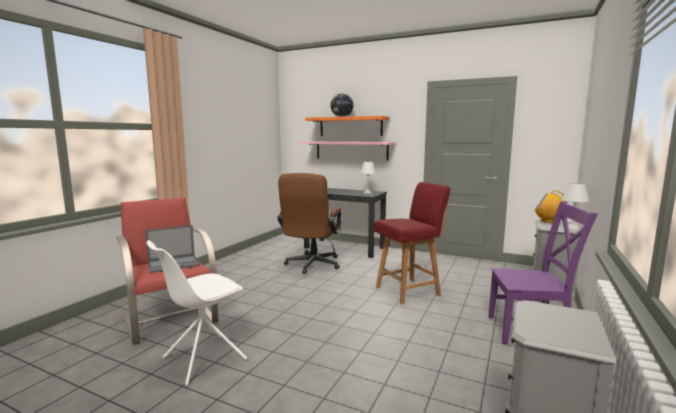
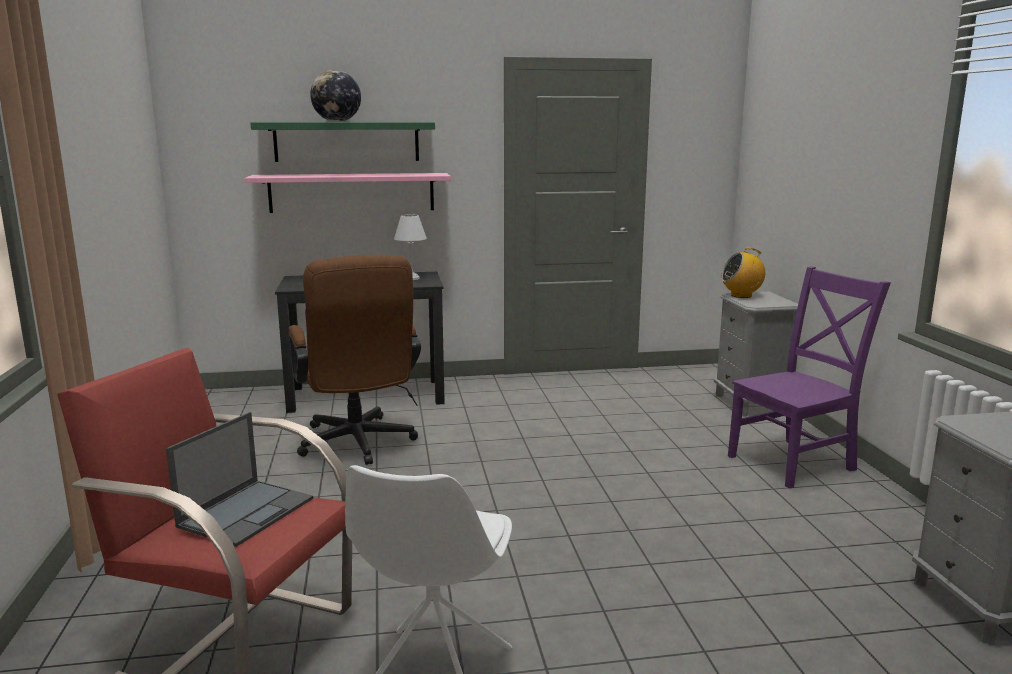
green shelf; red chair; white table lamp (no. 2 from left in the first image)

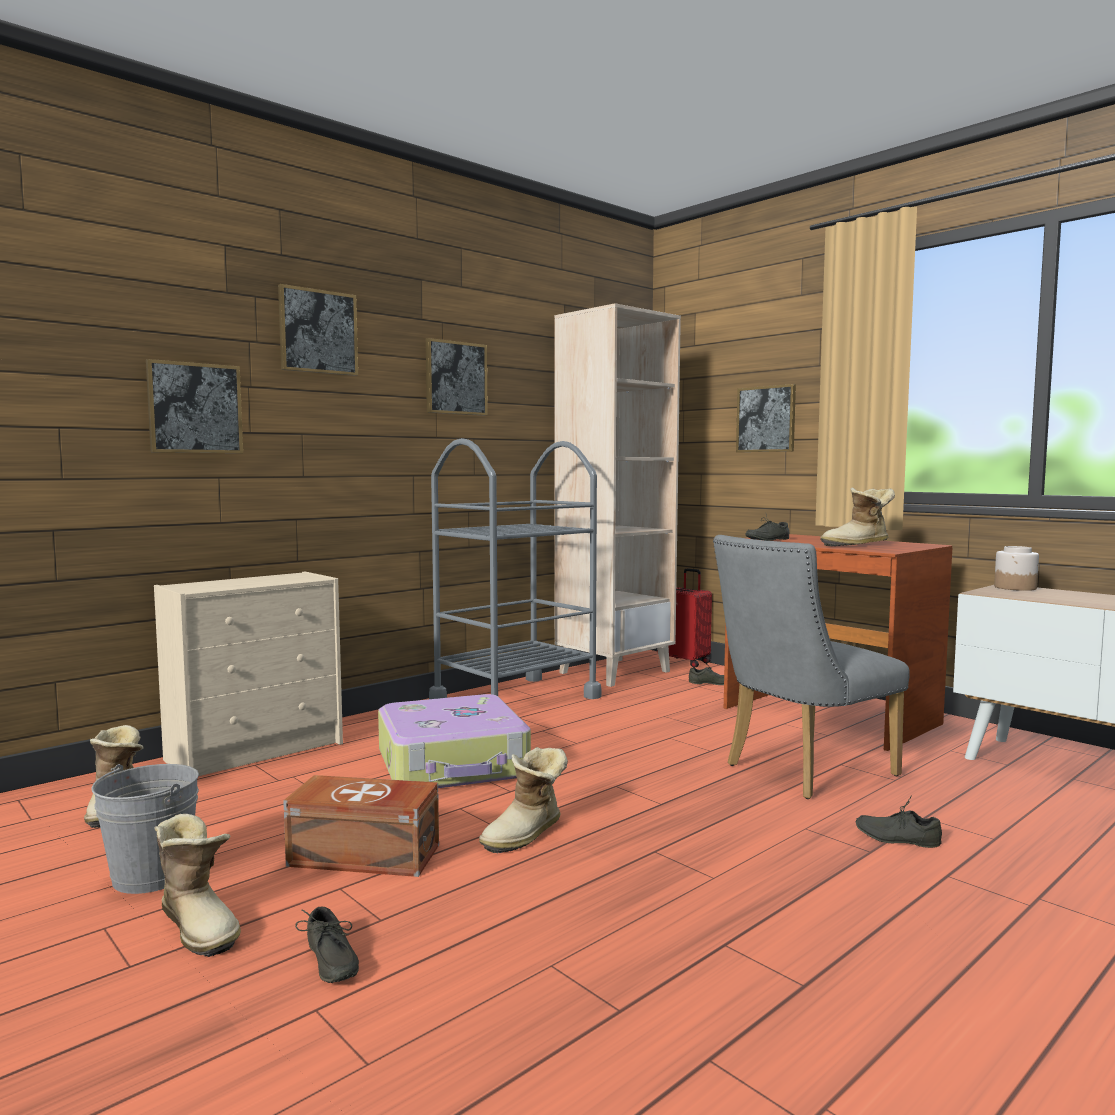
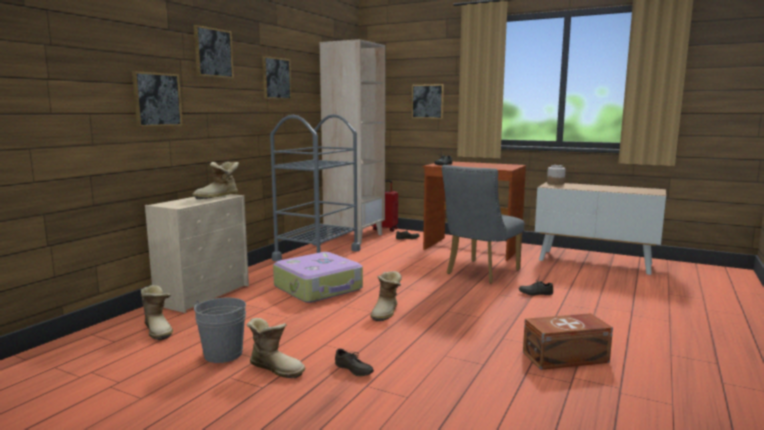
boot (no. 2 from left); brown storage box

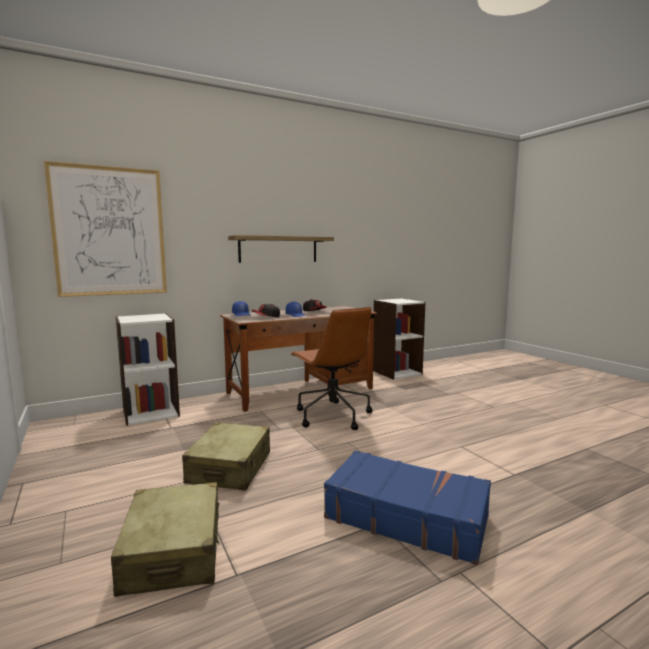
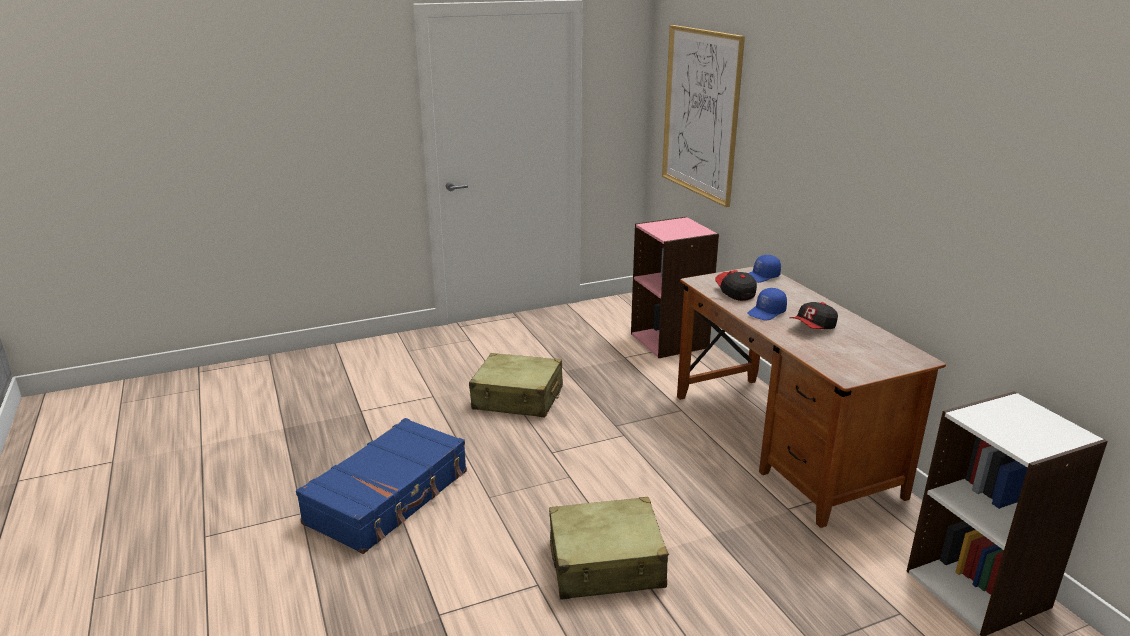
shelf; brown office chair; pink bookcase; beige suitcase (no. 2 from left)

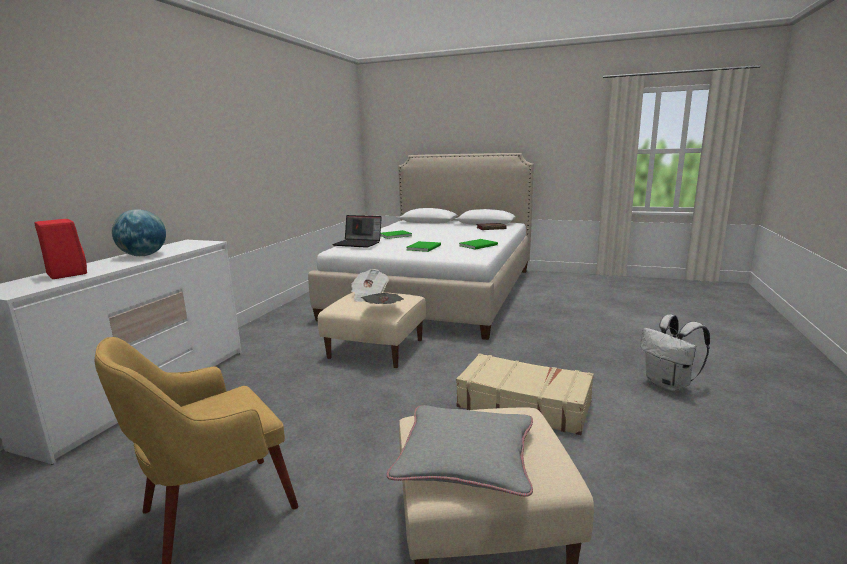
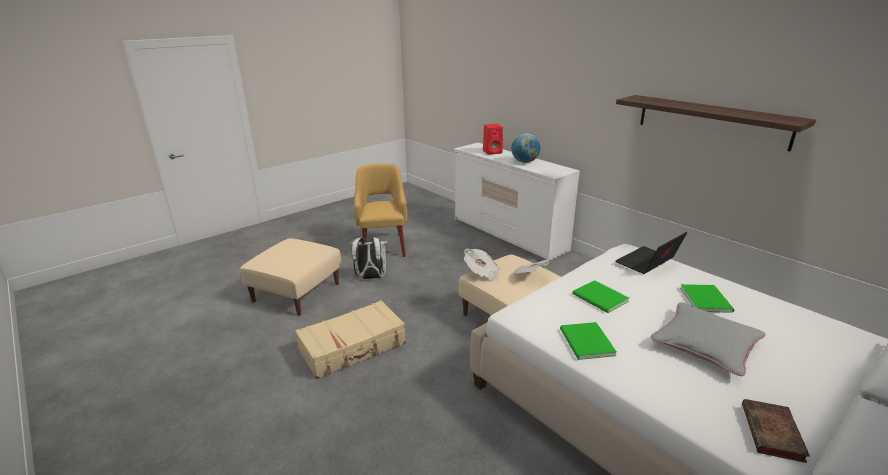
white backpack; grey pillow; shelf

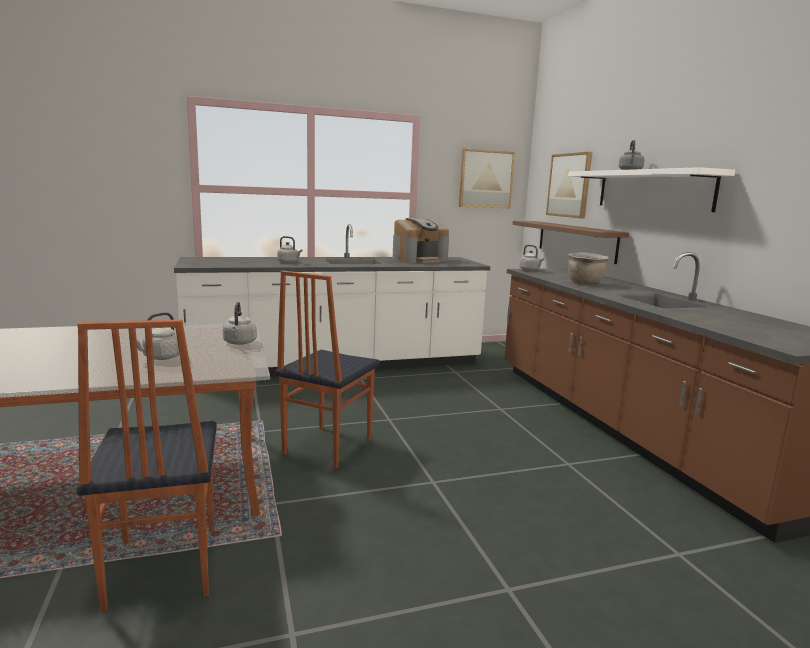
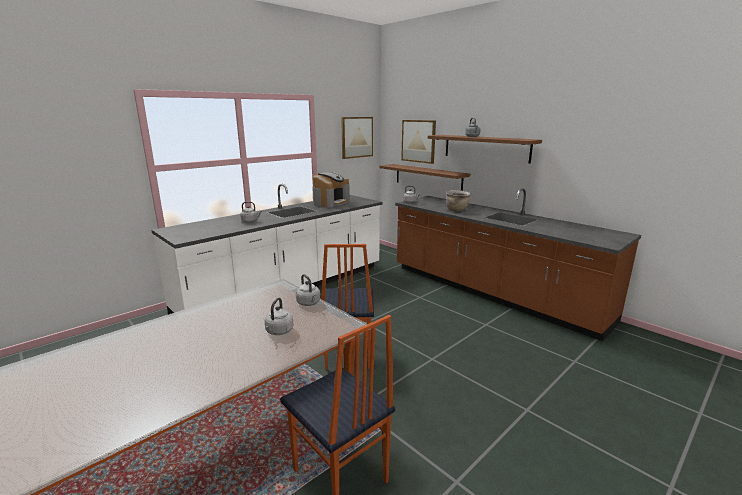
brown shelf (no. 2 from left)

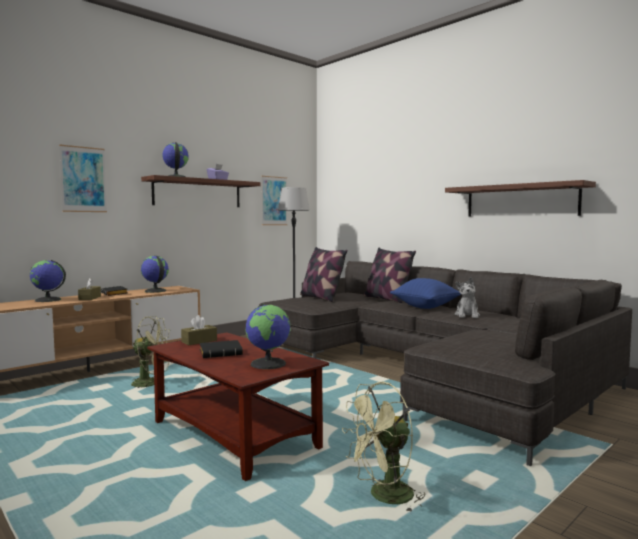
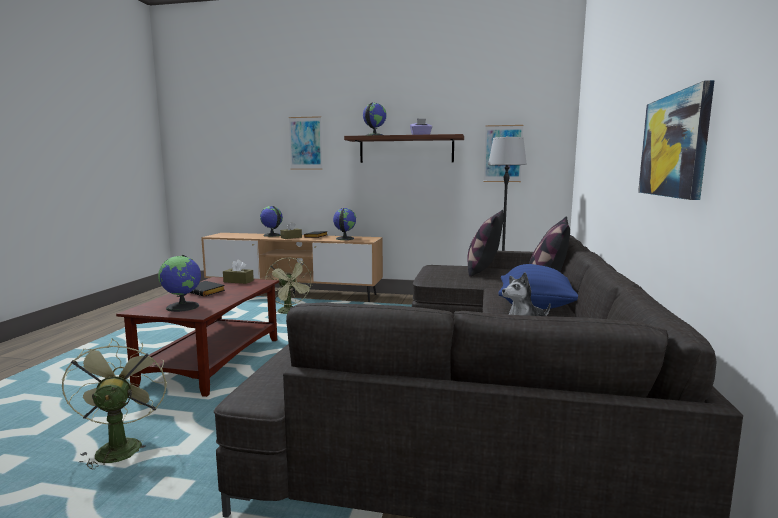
picture (no. 3 from left); green fan (no. 1 from left)

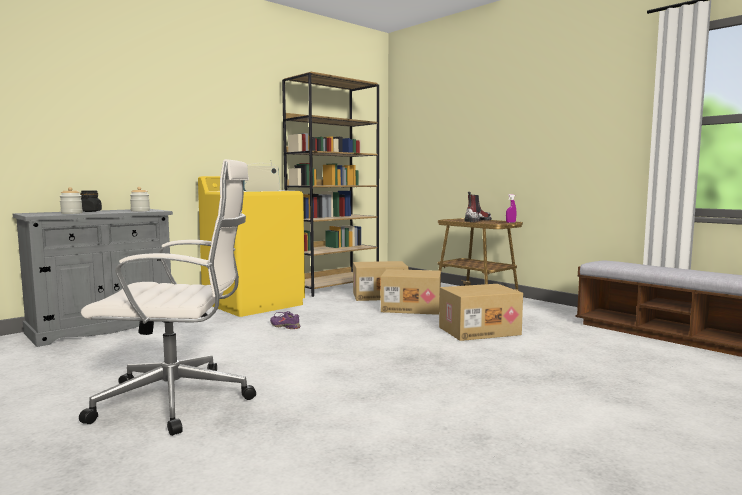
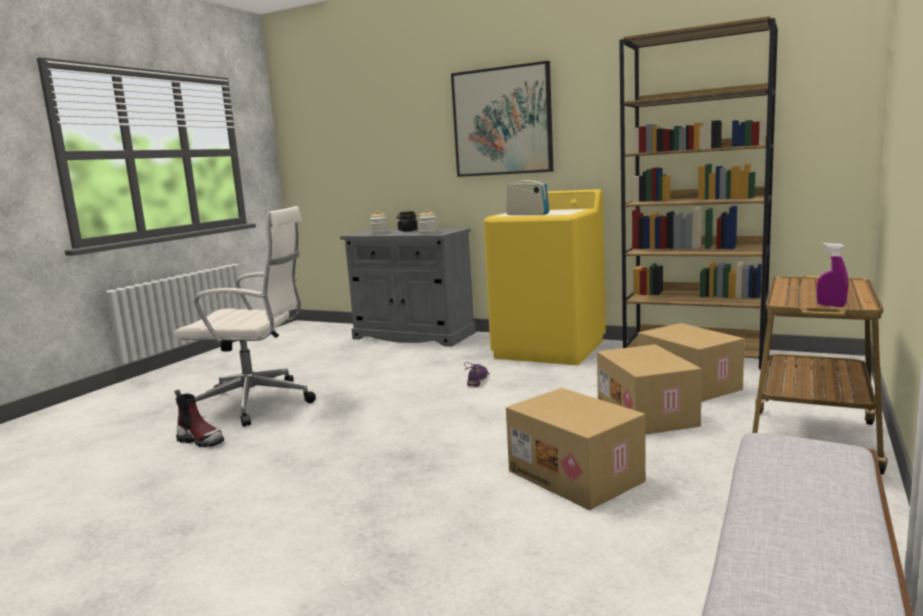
white office chair; boot; picture

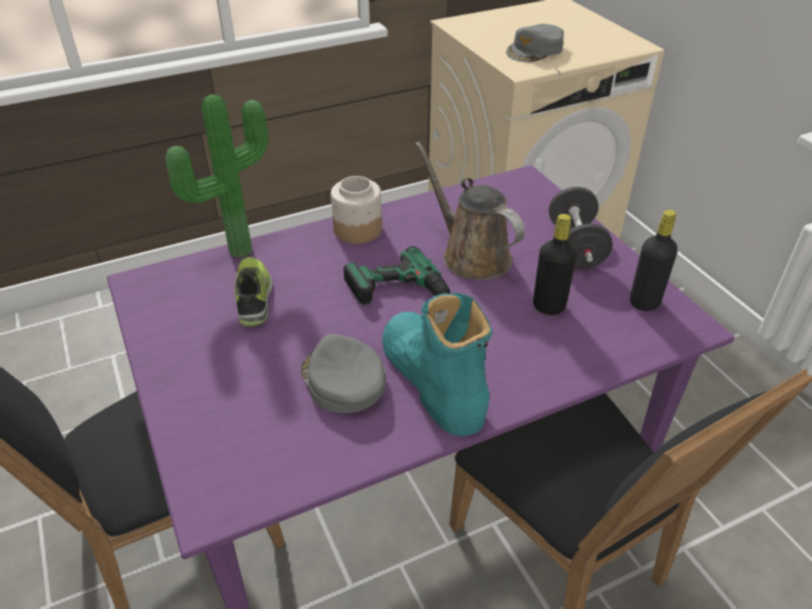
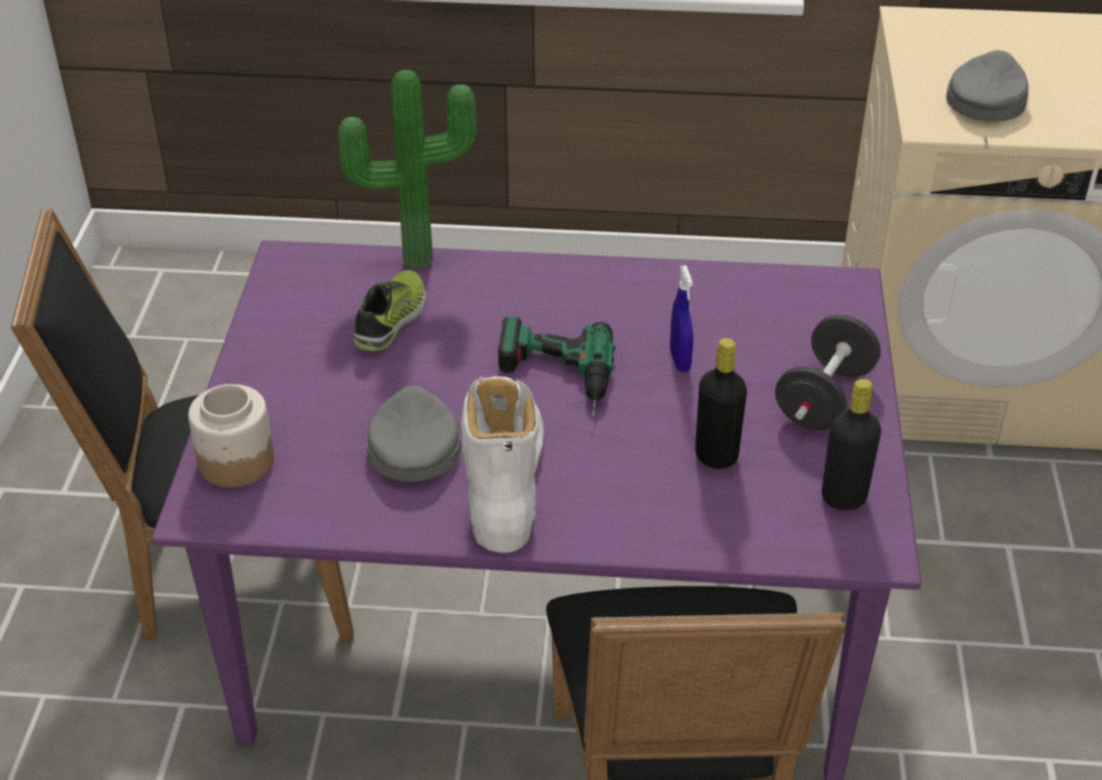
grey cap (no. 2 from left); blue spray bottle; jar; white boot

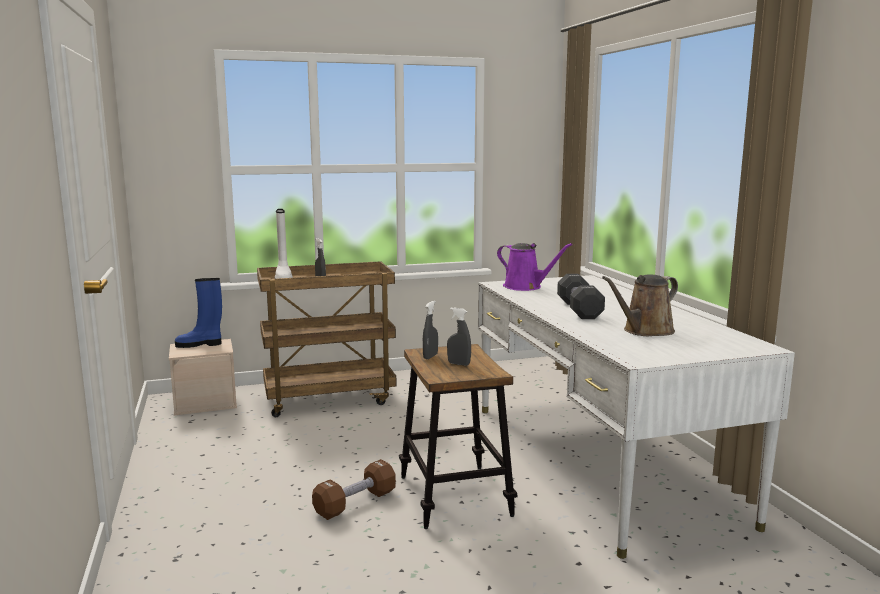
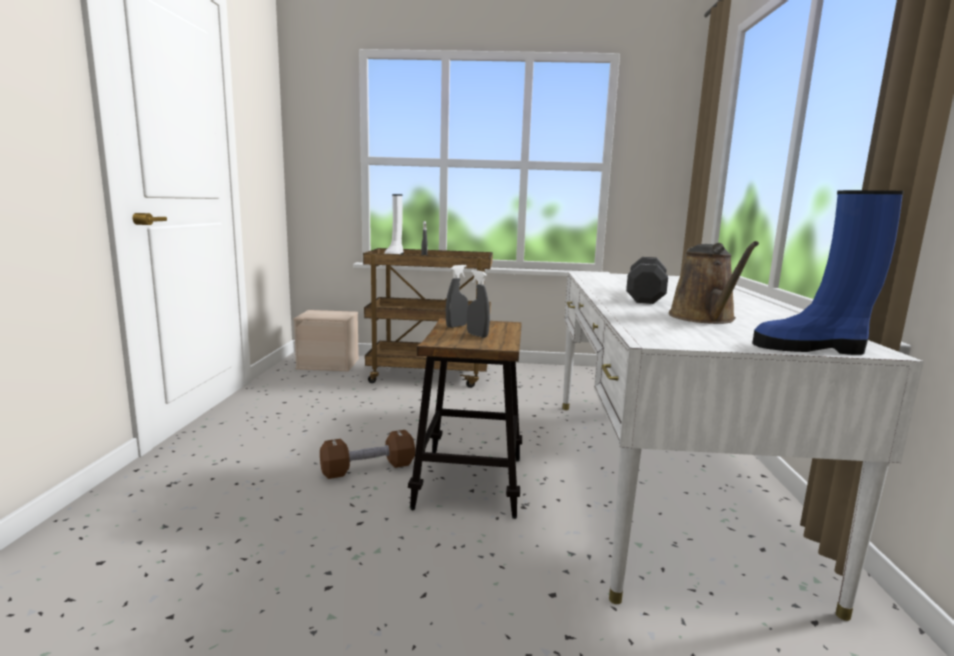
purple watering can; brown watering can; blue boot

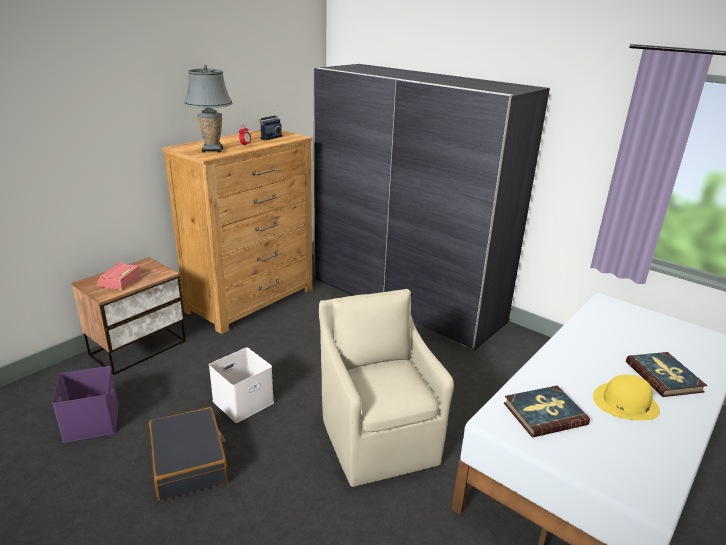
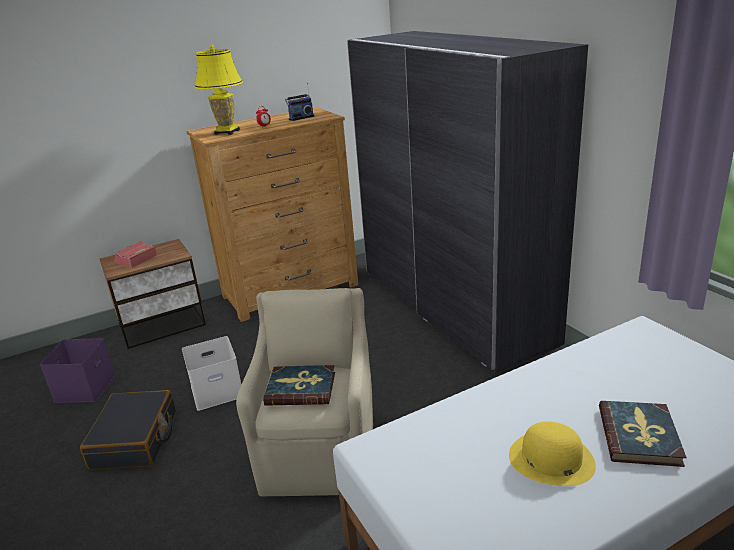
yellow table lamp; book (no. 1 from left)

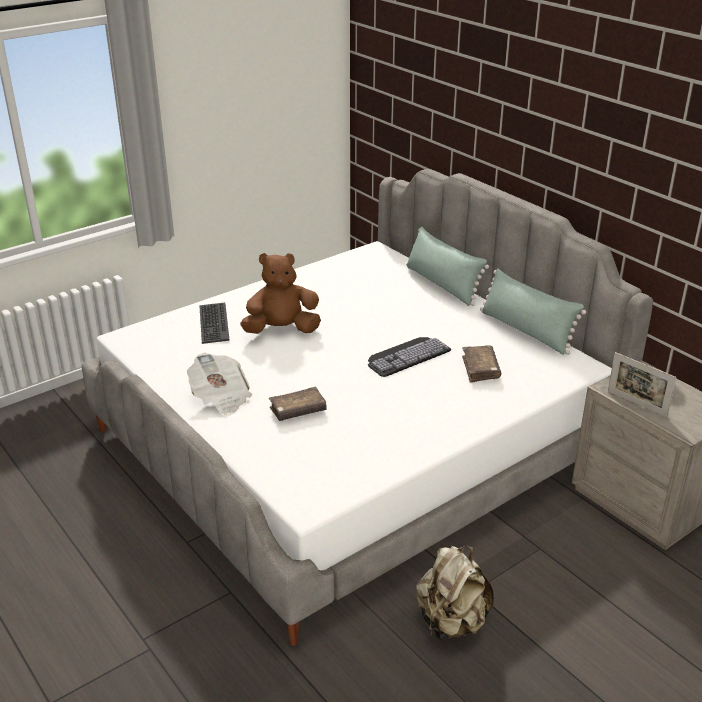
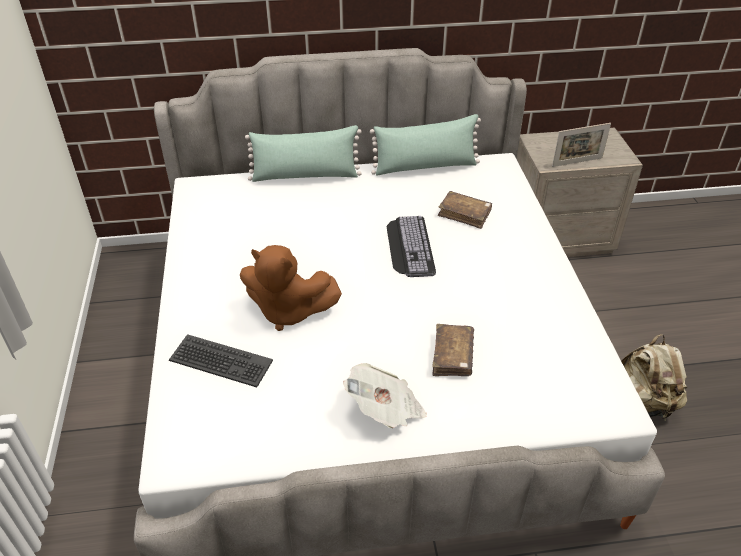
brown plush toy

